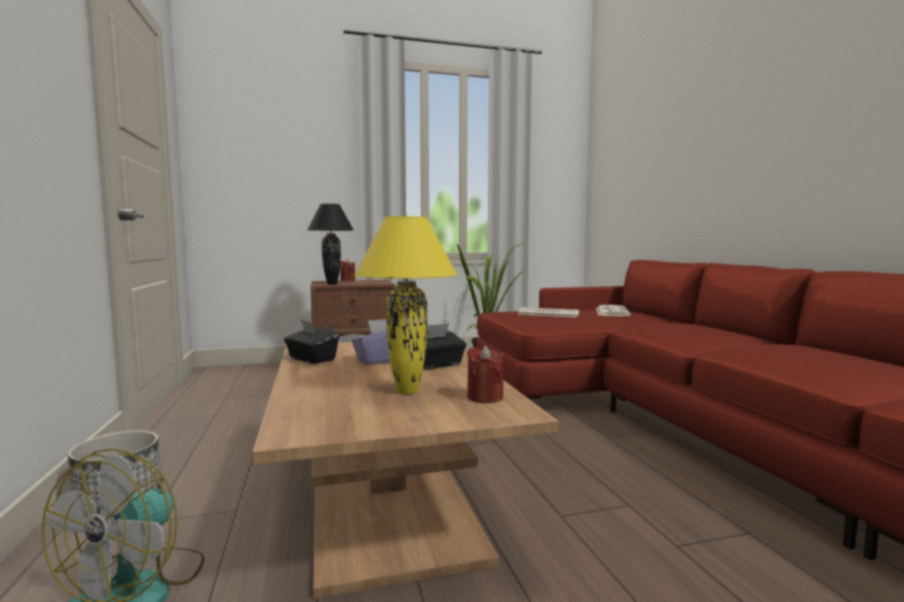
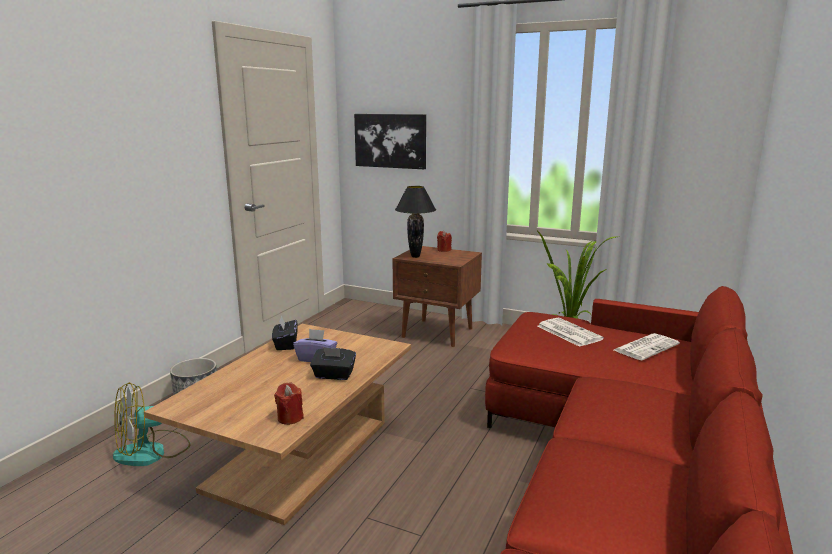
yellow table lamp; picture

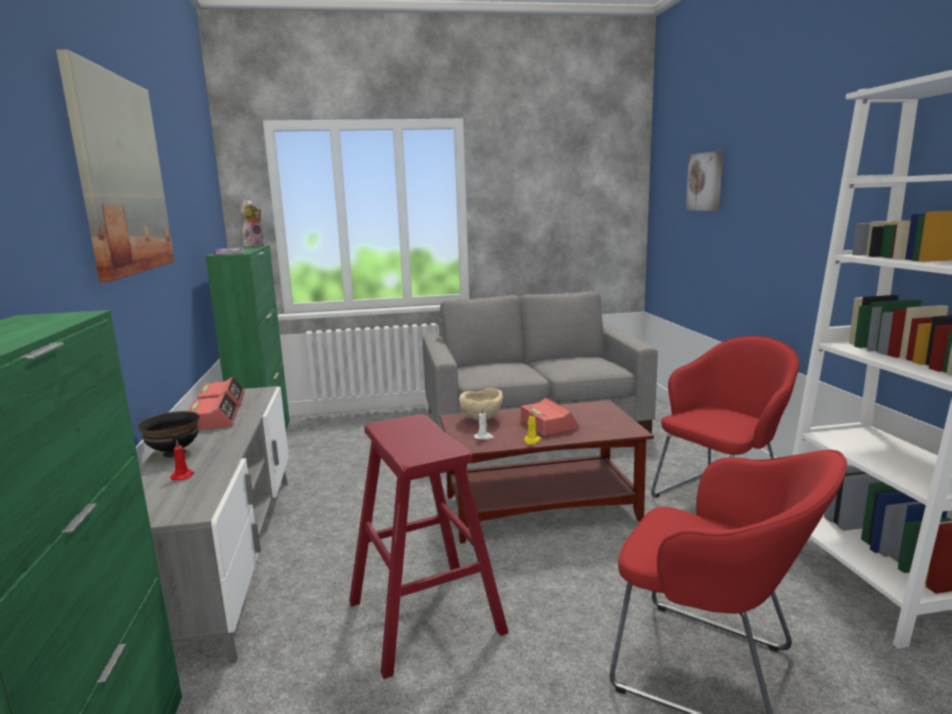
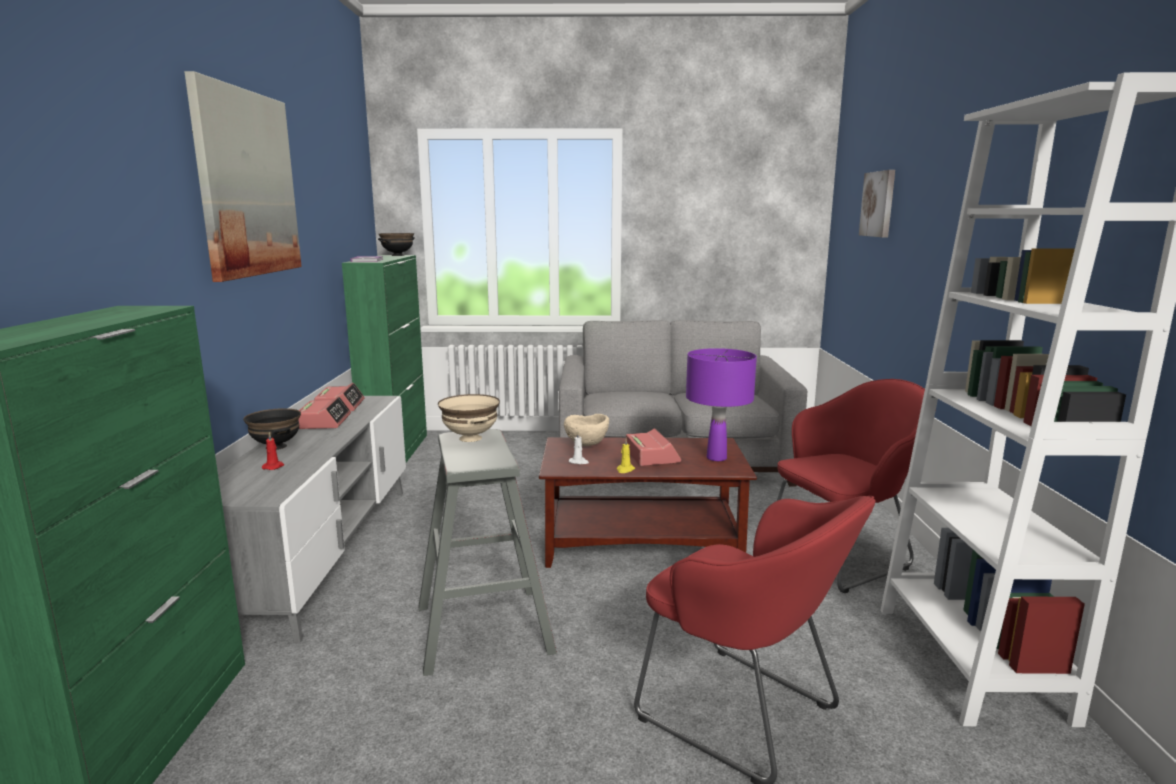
black bowl (no. 2 from left); grey stool; purple table lamp; beige bowl (no. 1 from left)

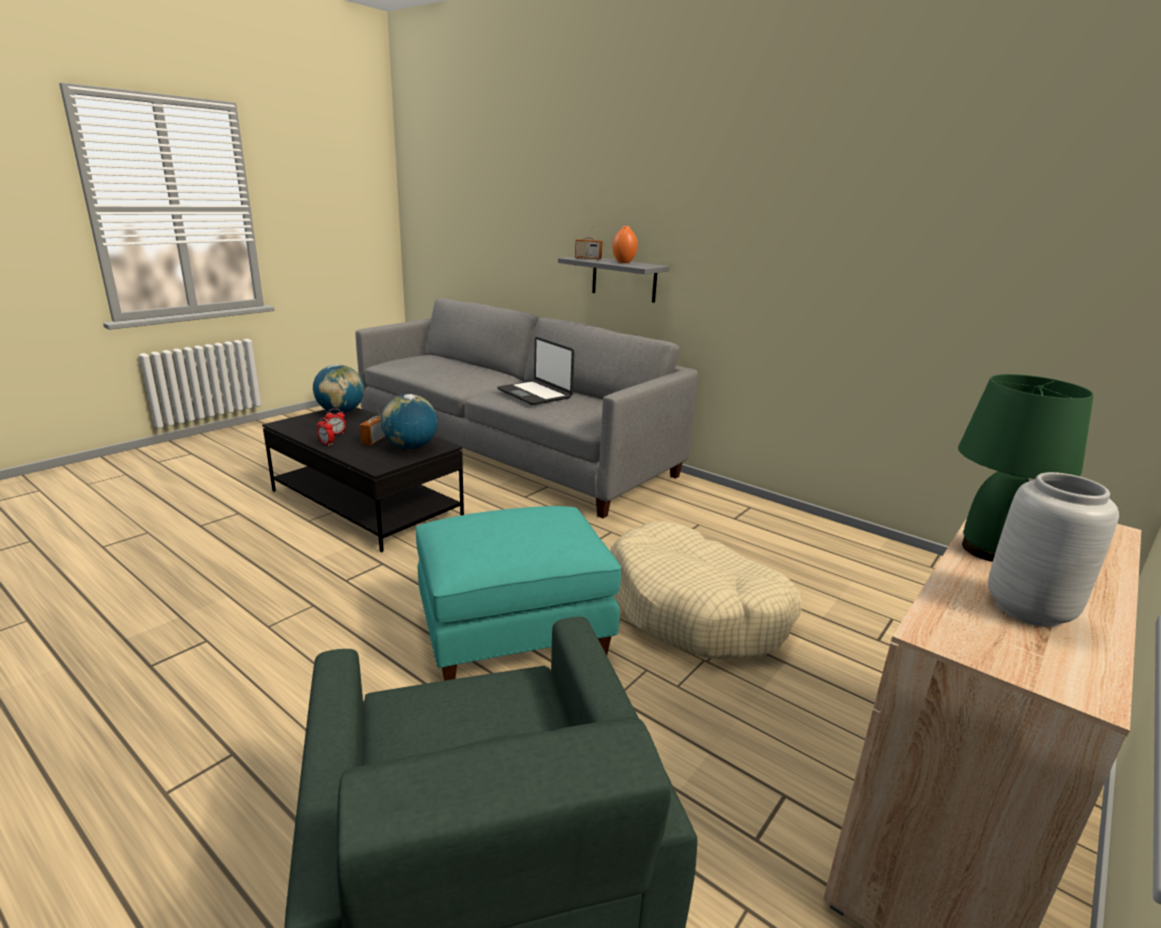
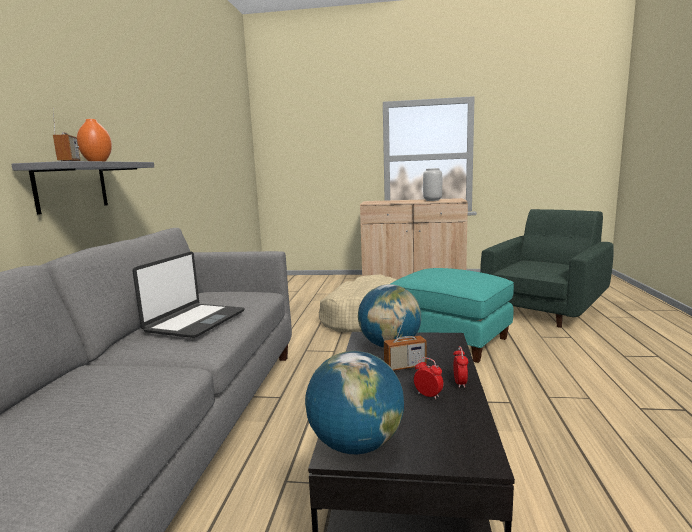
green table lamp

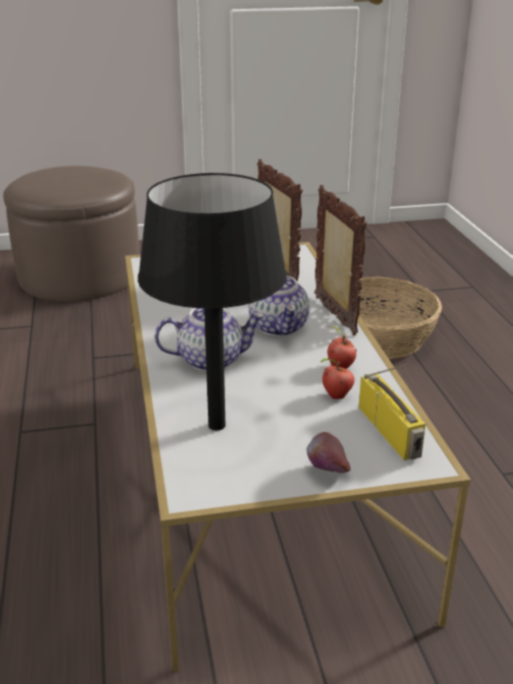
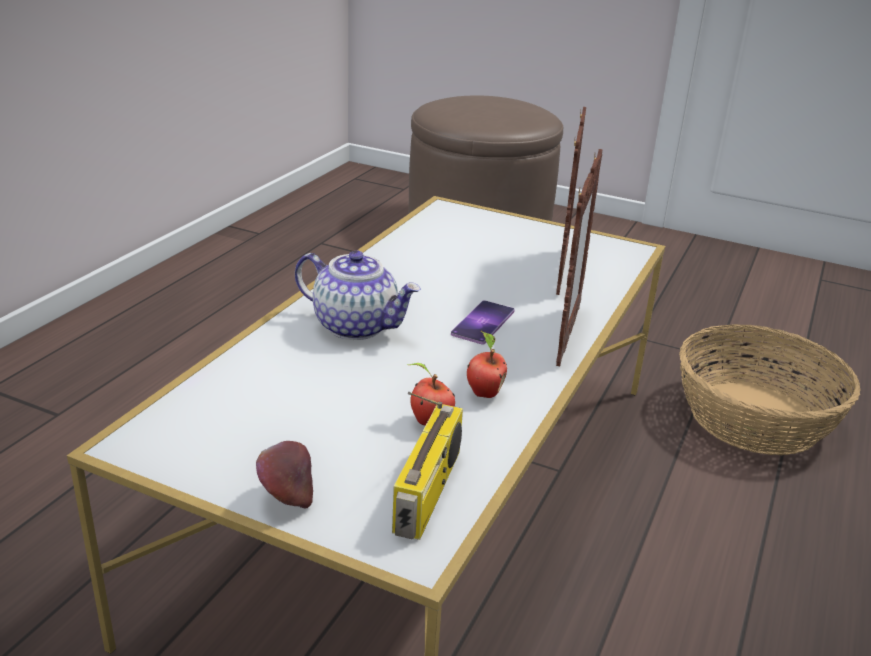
black table lamp; phone

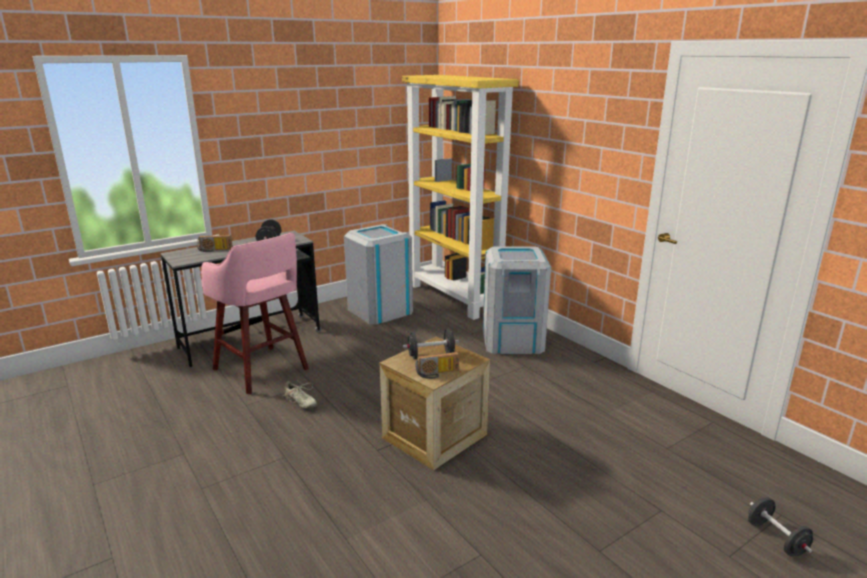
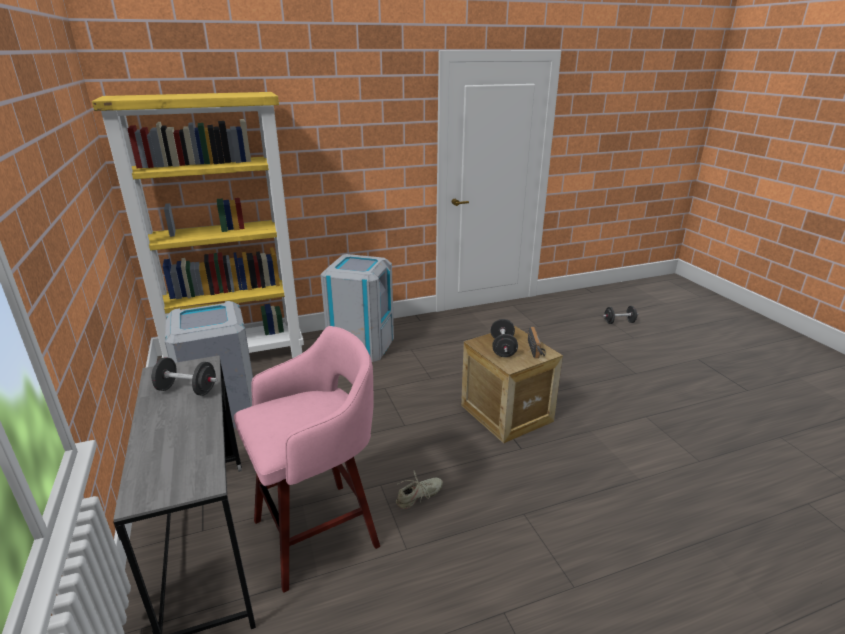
radio (no. 1 from left in the first image)

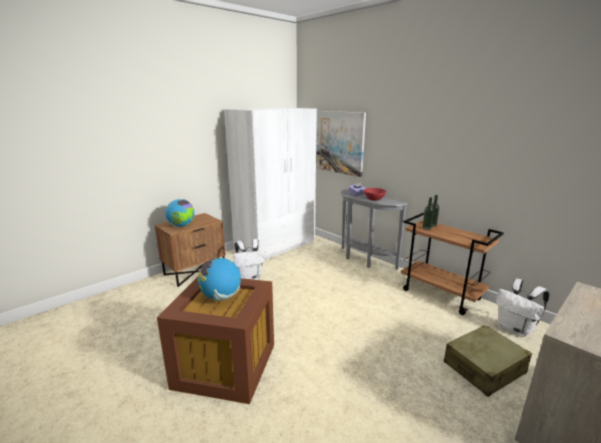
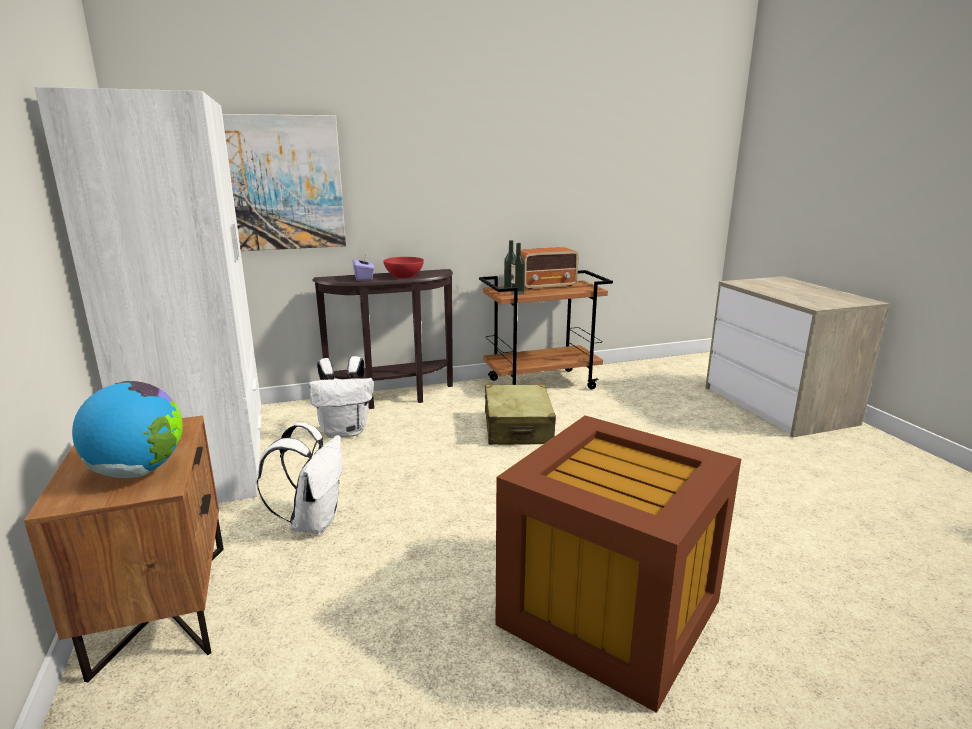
brown console table; globe (no. 2 from left in the first image); white backpack (no. 2 from left); beige suitcase; radio

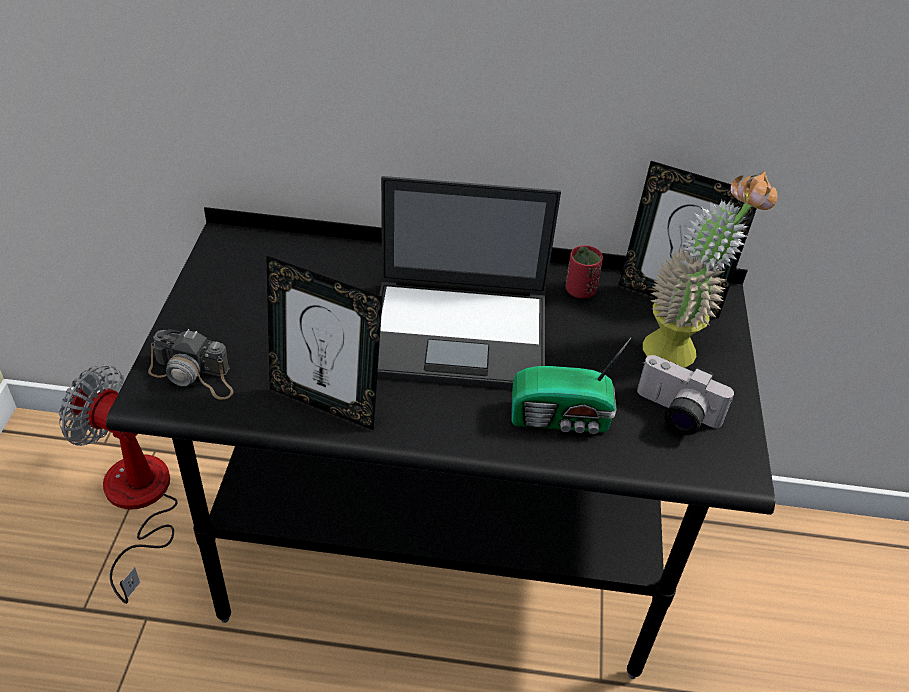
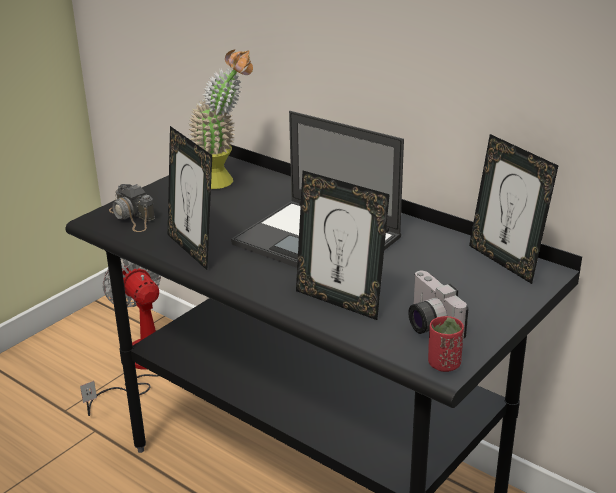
potted plant; red cup; picture frame (no. 2 from left)

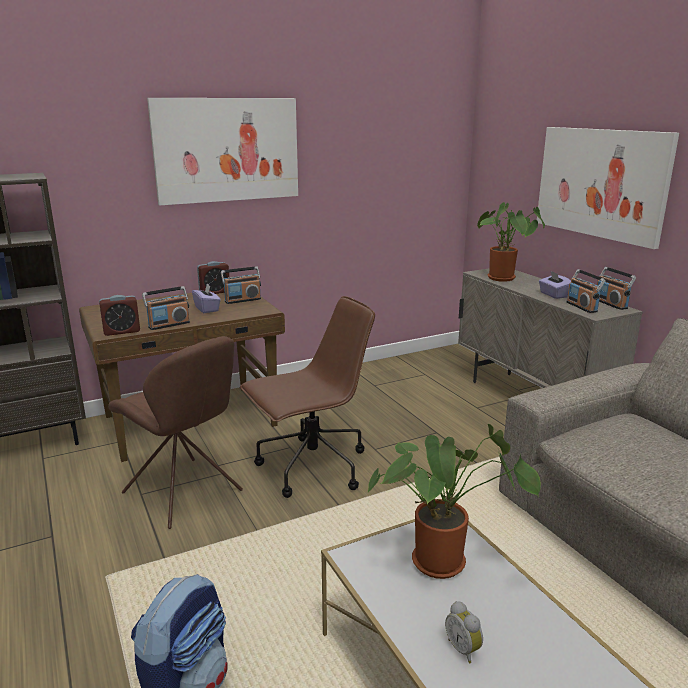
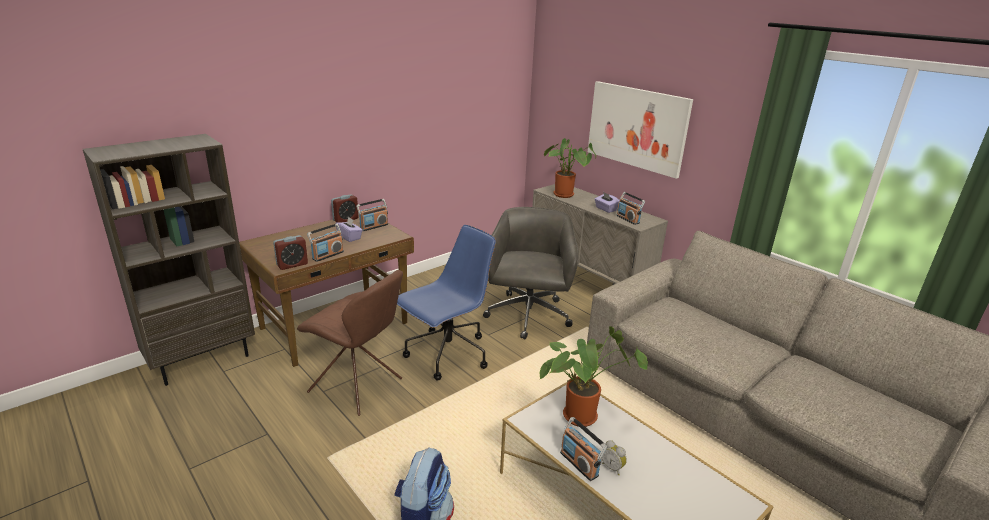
picture (no. 1 from left in the first image); radio (no. 3 from left); blue office chair; grey office chair

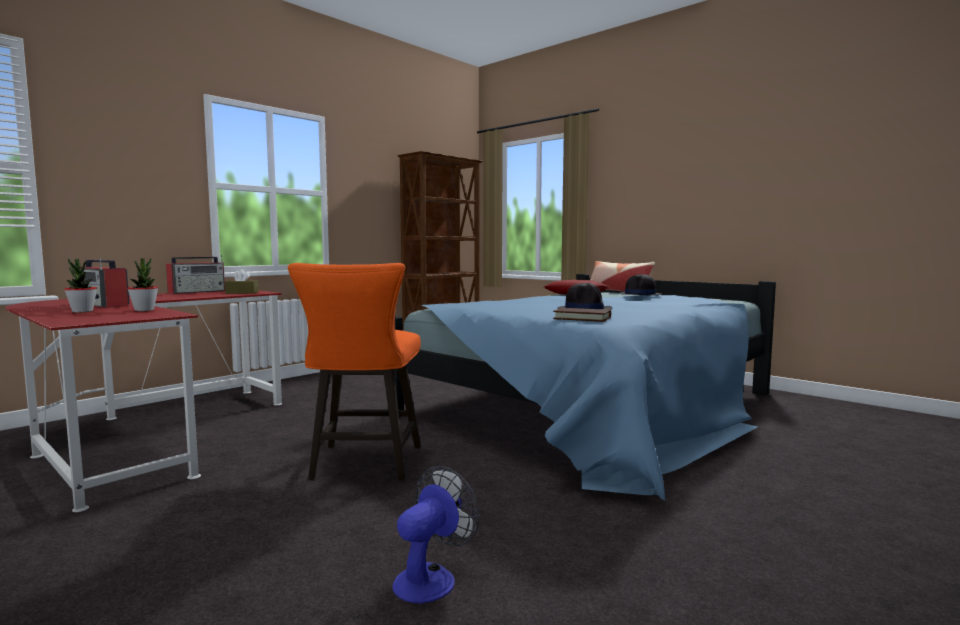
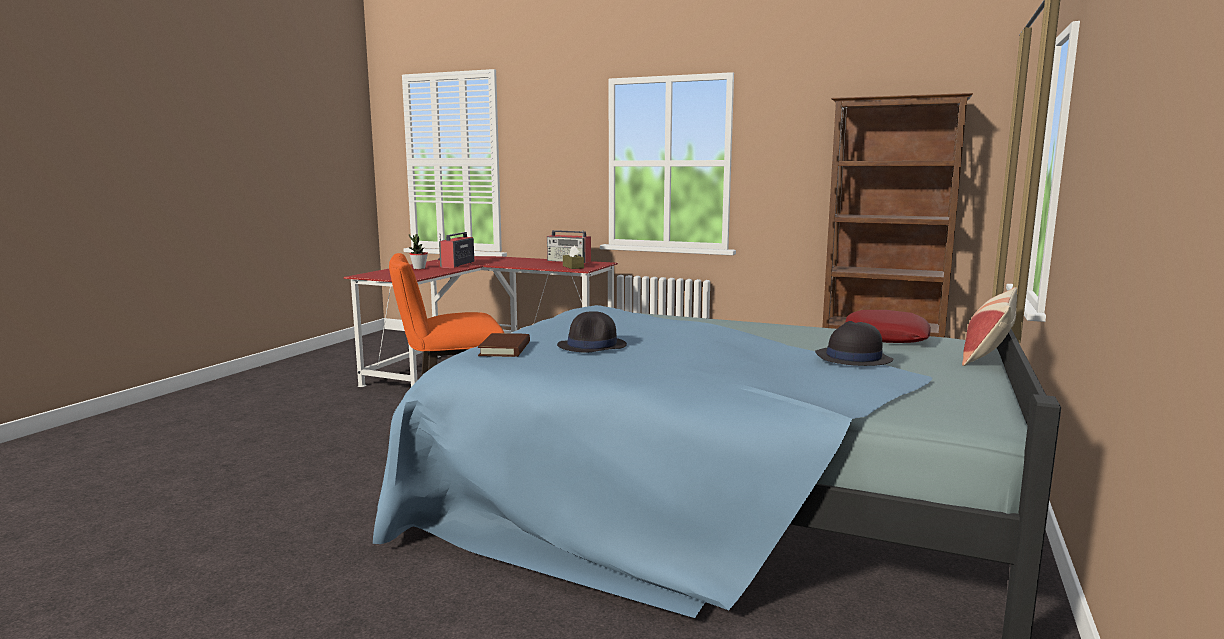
potted plant (no. 2 from left in the first image); fan

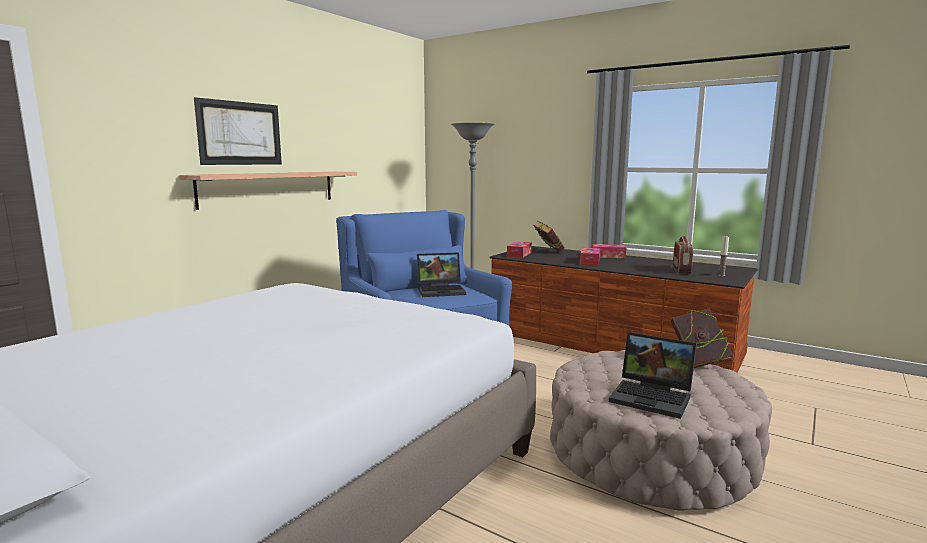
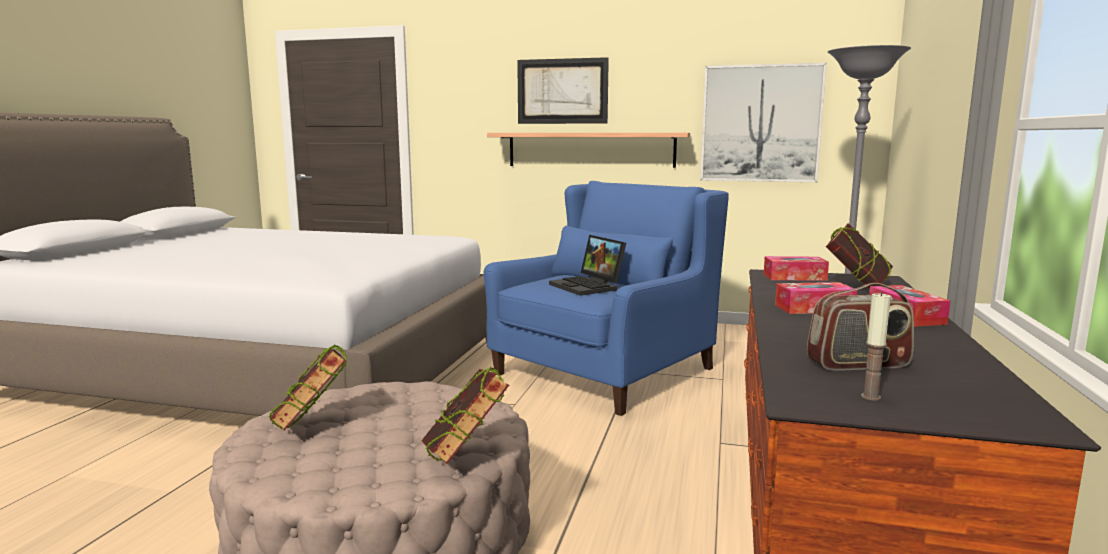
book (no. 1 from left); picture (no. 2 from left)

